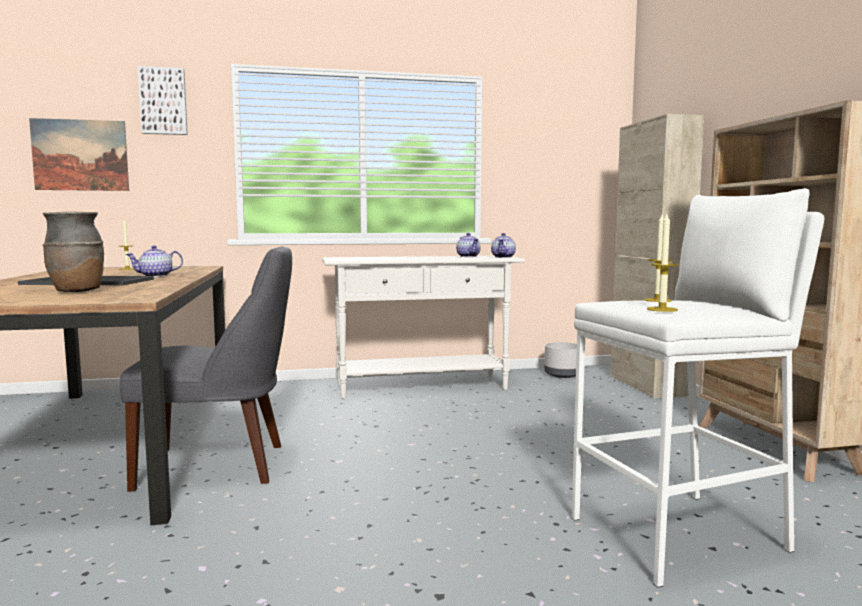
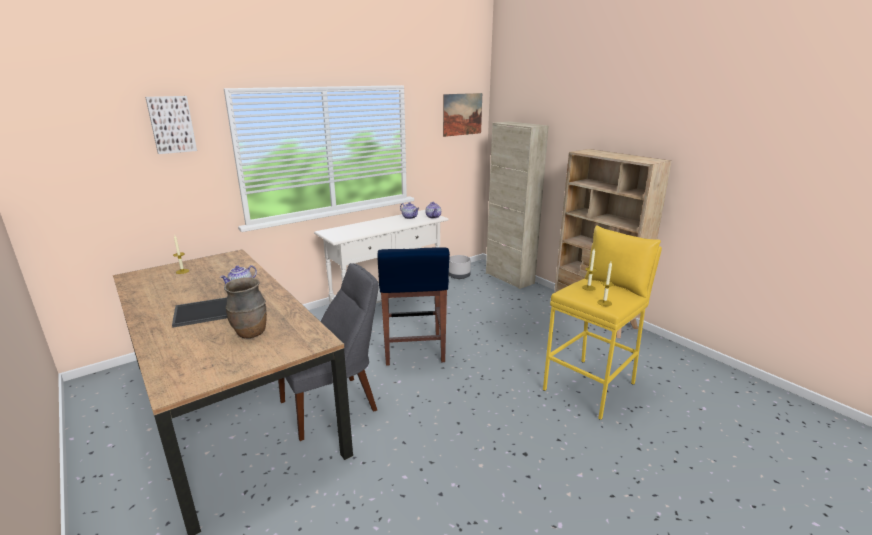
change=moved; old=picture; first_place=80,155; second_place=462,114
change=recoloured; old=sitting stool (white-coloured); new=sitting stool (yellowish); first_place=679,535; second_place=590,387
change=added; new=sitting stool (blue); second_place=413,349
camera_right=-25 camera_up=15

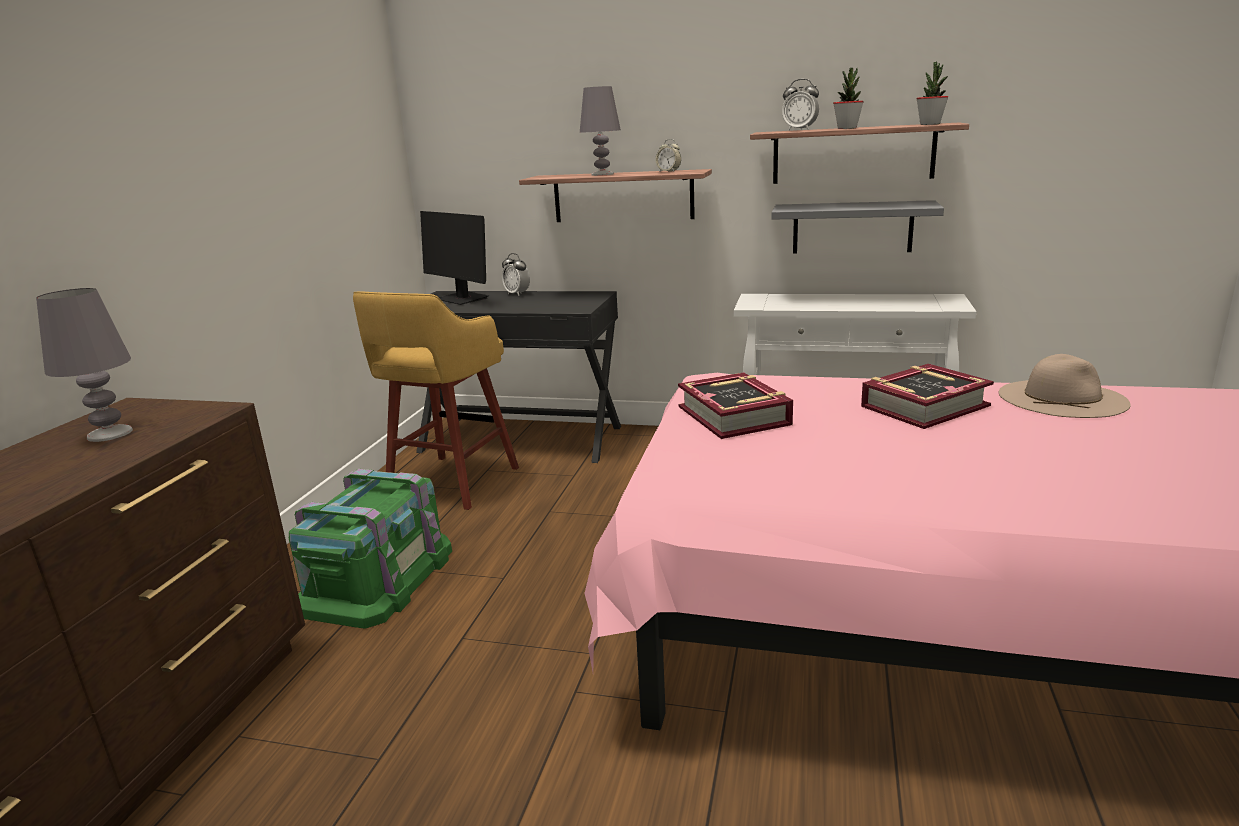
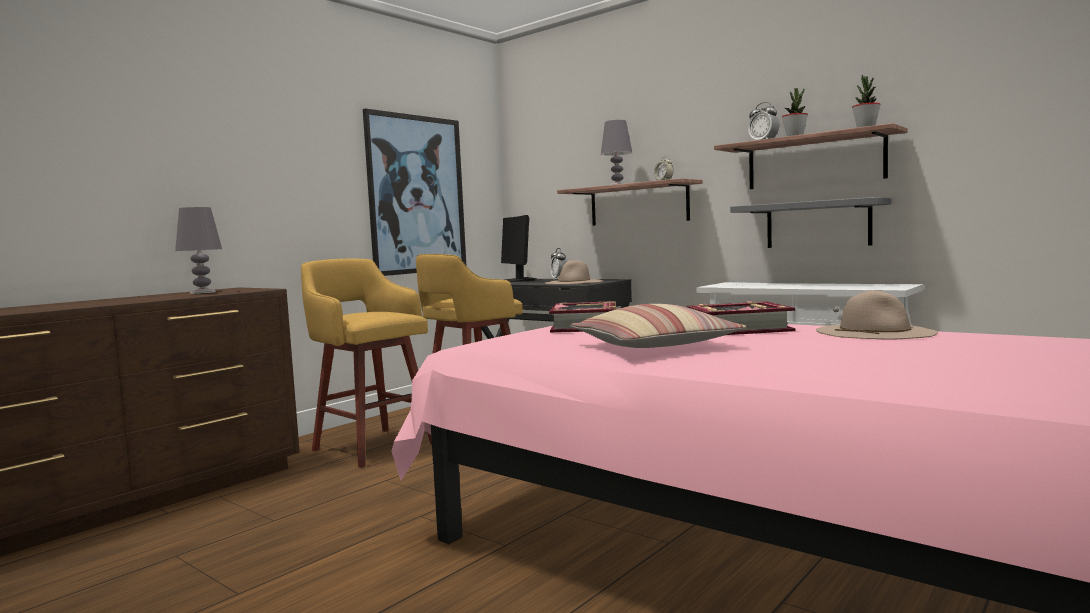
change=replaced; old=storage container (green); new=sitting stool (yellowish); first_place=377,578; second_place=372,446
change=added; new=picture; second_place=416,194
change=added; new=wearable hat (beige-coloured); second_place=574,282
change=added; new=cushion; second_place=654,346
camera_right=25 camera_up=-15

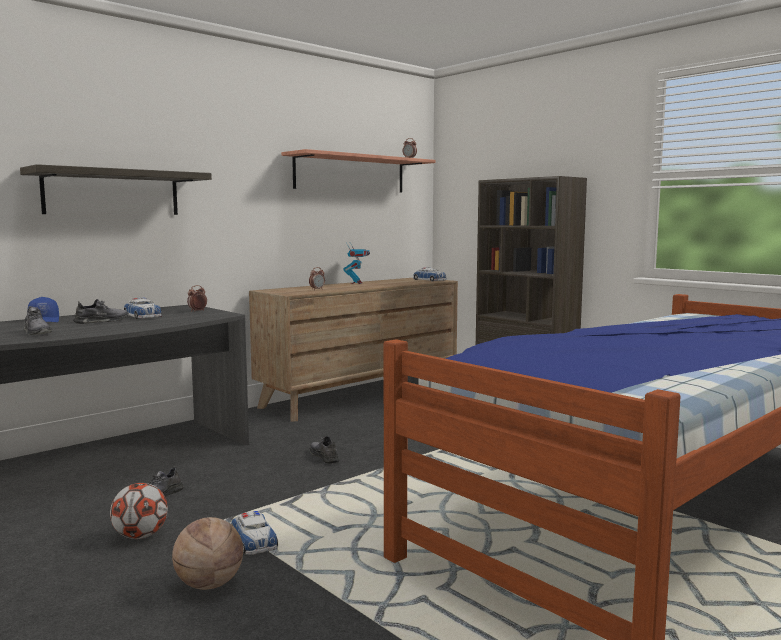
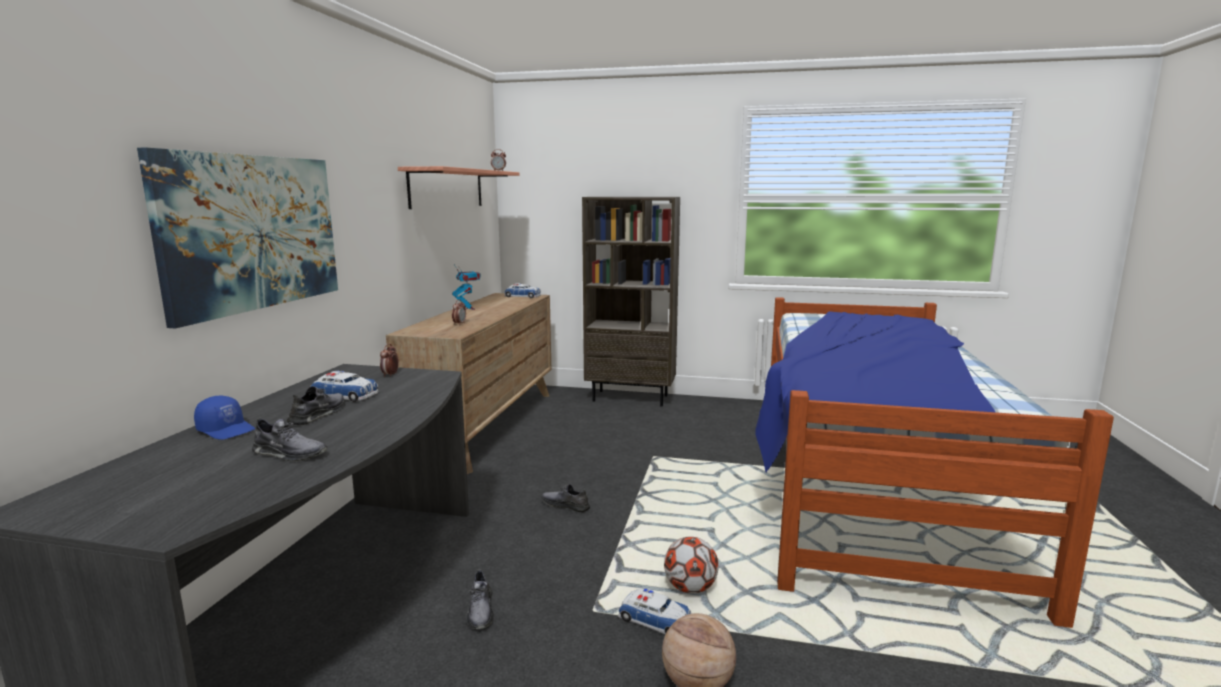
change=replaced; old=shelf; new=picture; first_place=112,193; second_place=252,232
change=moved; old=football ball; first_place=140,536; second_place=690,588
camera_right=-35 camera_up=5

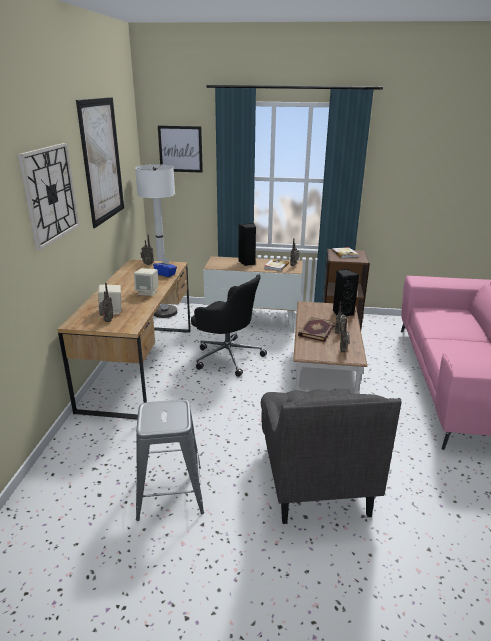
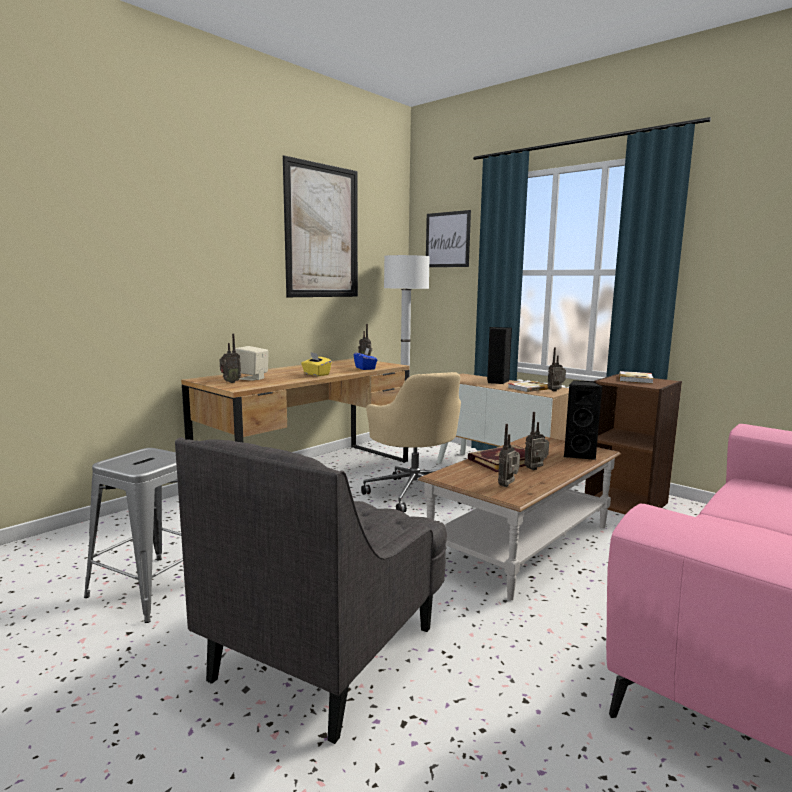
change=removed; old=clock on the wall; first_place=50,194
change=replaced; old=speaker (beige-coloured); new=tissue box (yellowish); first_place=147,292; second_place=316,374
change=recoloured; old=desk chair (black-coloured); new=desk chair (beige-coloured); first_place=227,356; second_place=414,492
camera_right=35 camera_up=-15

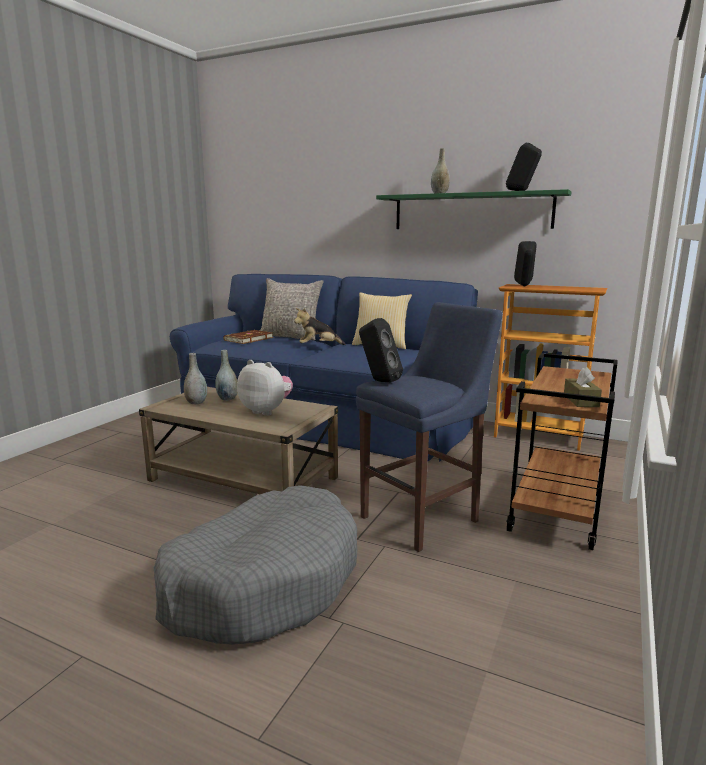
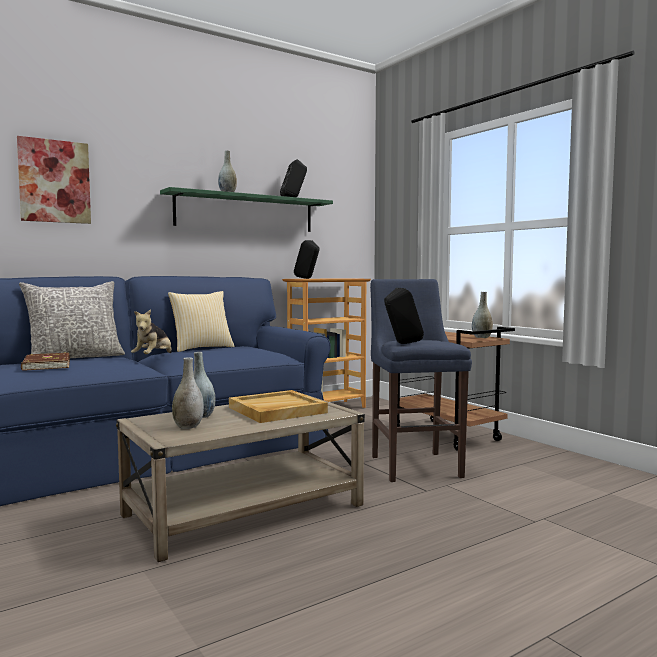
change=replaced; old=soft toy; new=serving tray (beige-coloured); first_place=266,411; second_place=277,410
change=replaced; old=tissue box (brown); new=vase (gray); first_place=580,401; second_place=481,337
change=removed; old=dog cushion (gray); first_place=263,581
change=added; new=picture; second_place=54,181
camera_right=-60 camera_up=-10

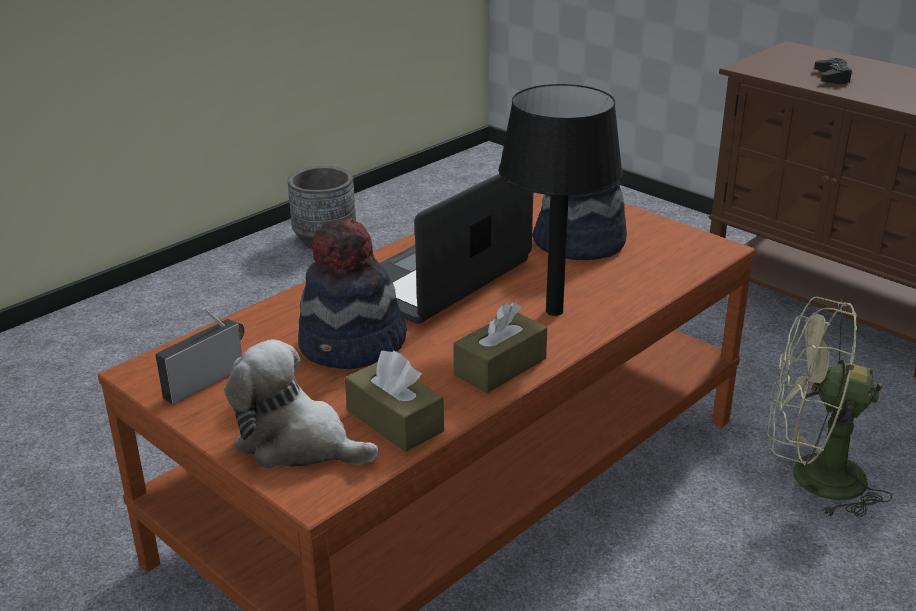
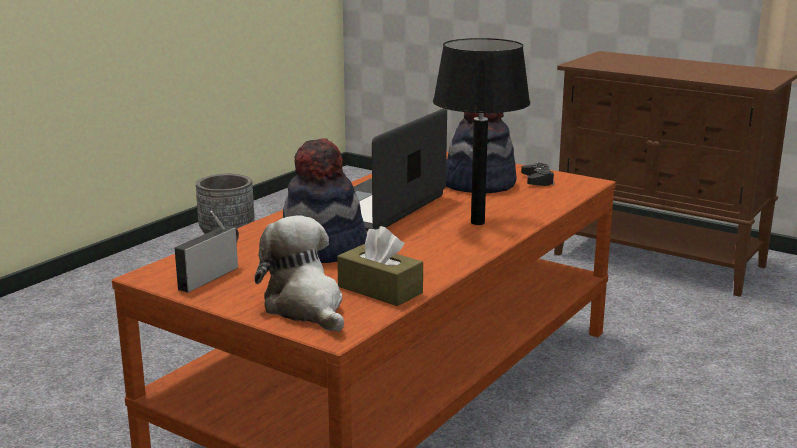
change=moved; old=gamepad (black-coloured); first_place=832,77; second_place=537,180
change=removed; old=fan (green); first_place=811,478
change=removed; old=tissue box (brown); first_place=500,367
change=turned; old=soft toy; first_place=298,443; second_place=306,307; degrees=45
camera_right=-10 camera_up=-10

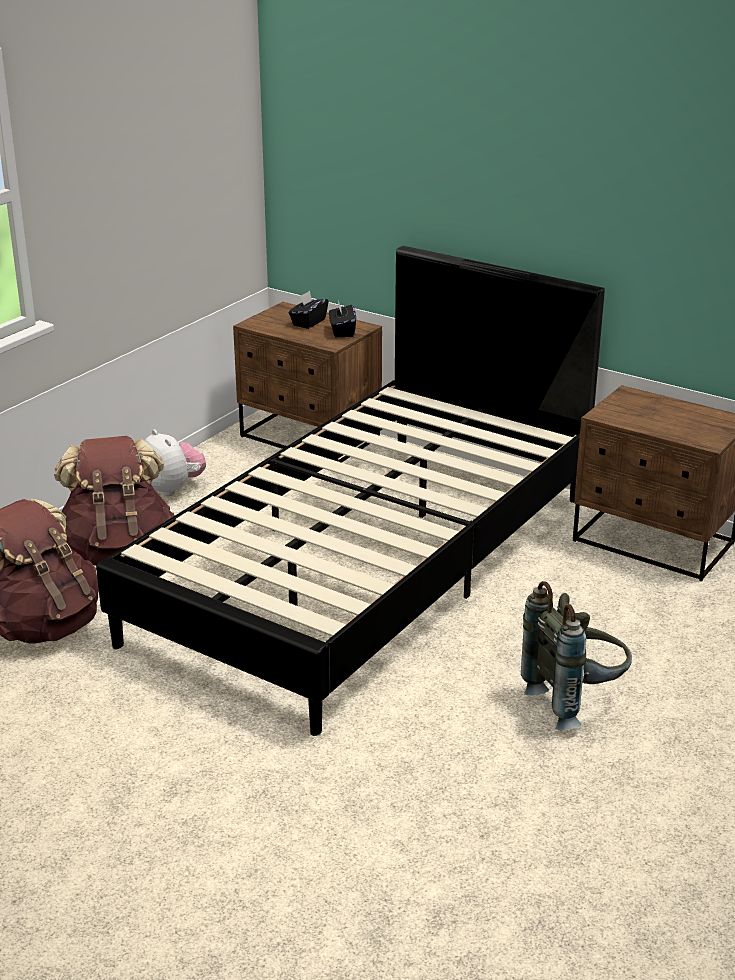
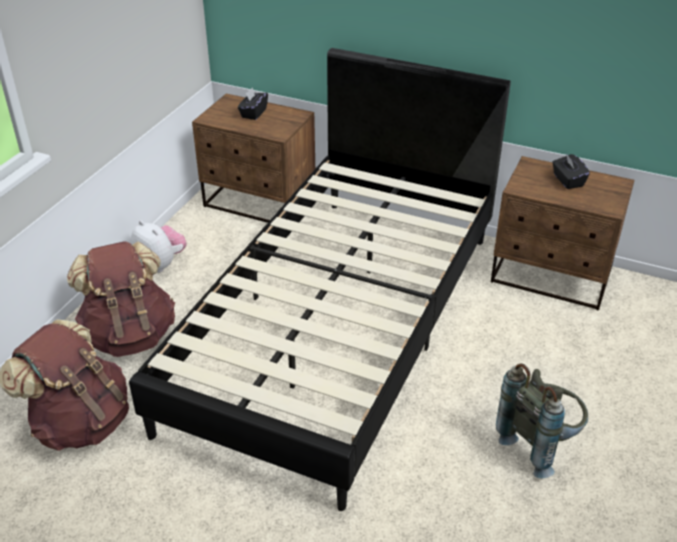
change=moved; old=tissue box (black-coloured); first_place=342,331; second_place=567,181
camera_right=-10 camera_up=10

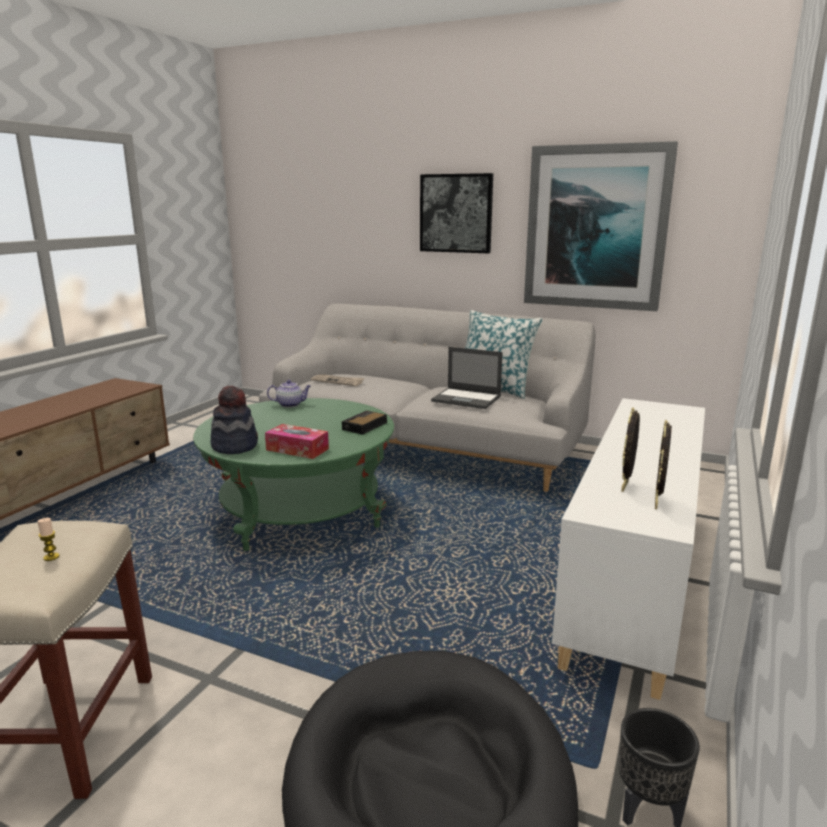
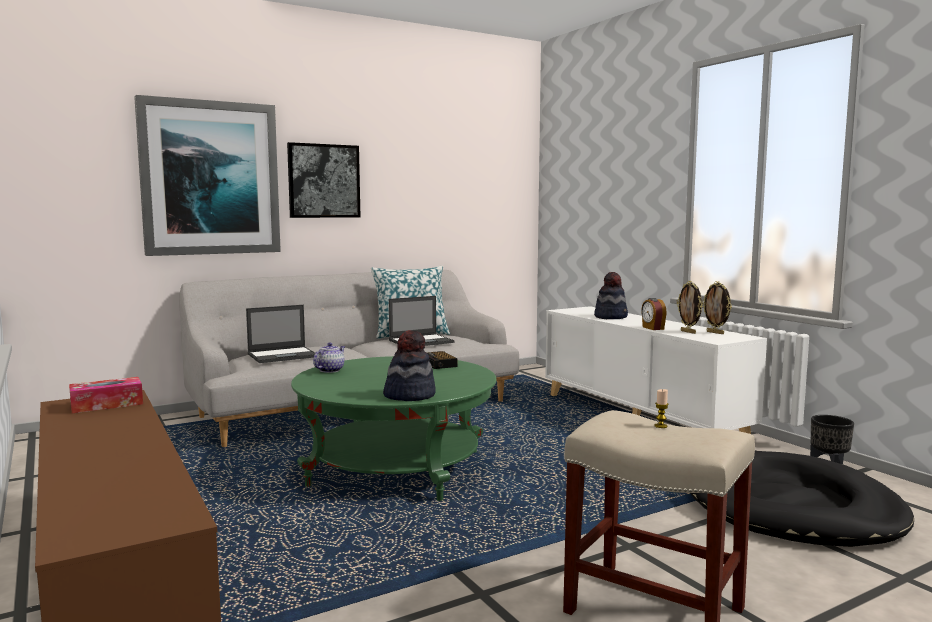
change=moved; old=picture; first_place=596,228; second_place=210,178
change=replaced; old=printed paper; new=notebook computer; first_place=338,381; second_place=283,355
change=moved; old=tissue box; first_place=297,449; second_place=107,404
change=added; new=wearable hat; second_place=611,317
change=added; new=table clock; second_place=652,328
camera_right=-55 camera_up=-10

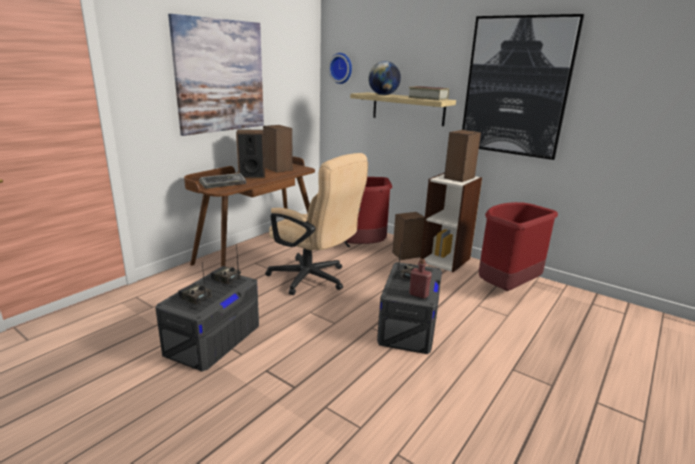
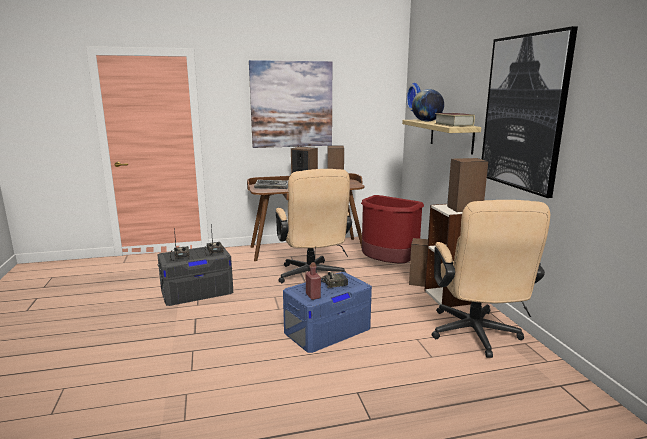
change=replaced; old=trash can (reddish); new=desk chair (beige-coloured); first_place=506,287; second_place=476,336
change=recoloured; old=storage container (gray); new=storage container (blue); first_place=408,326; second_place=327,330
camera_right=40 camera_up=-5

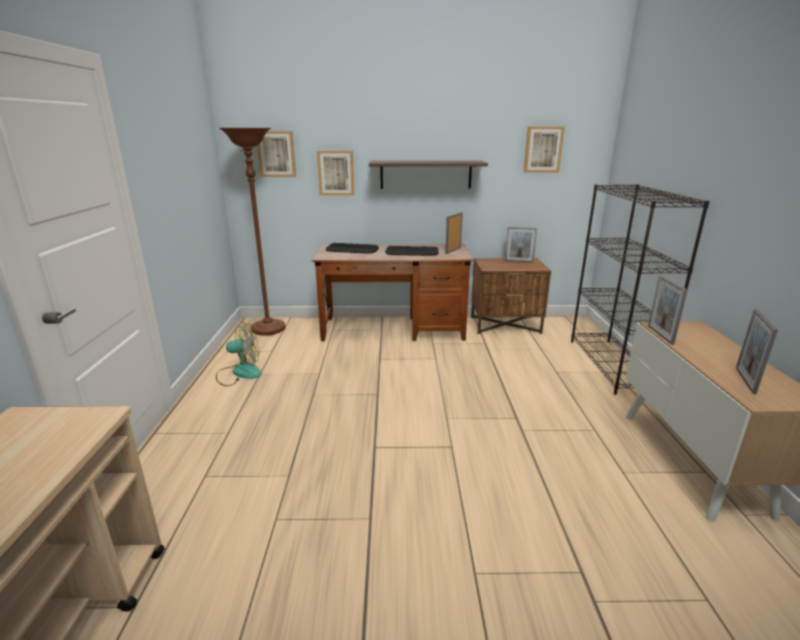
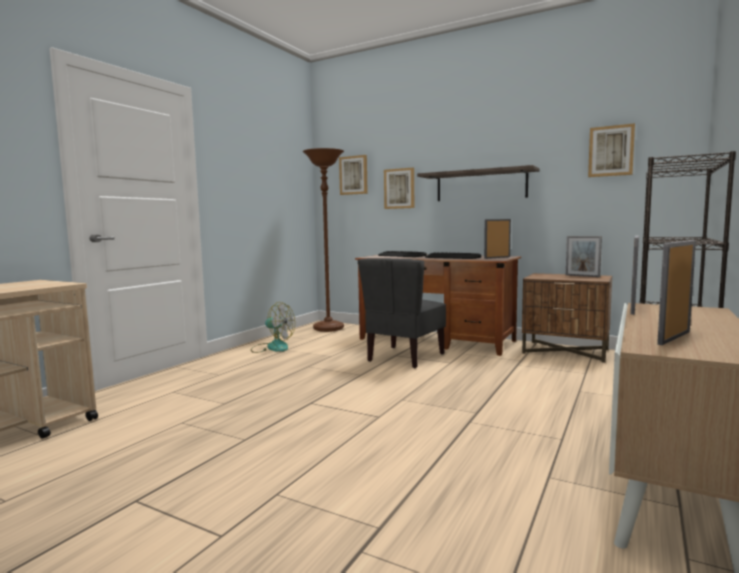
change=added; new=plain chair (gray); second_place=404,357
camera_right=30 camera_up=-15

